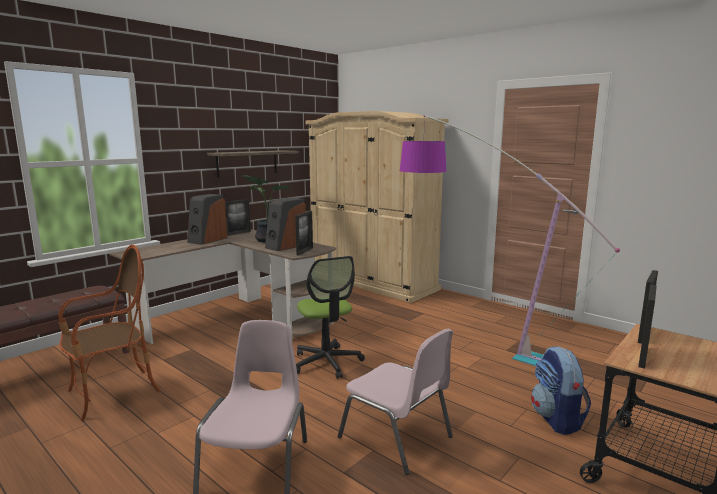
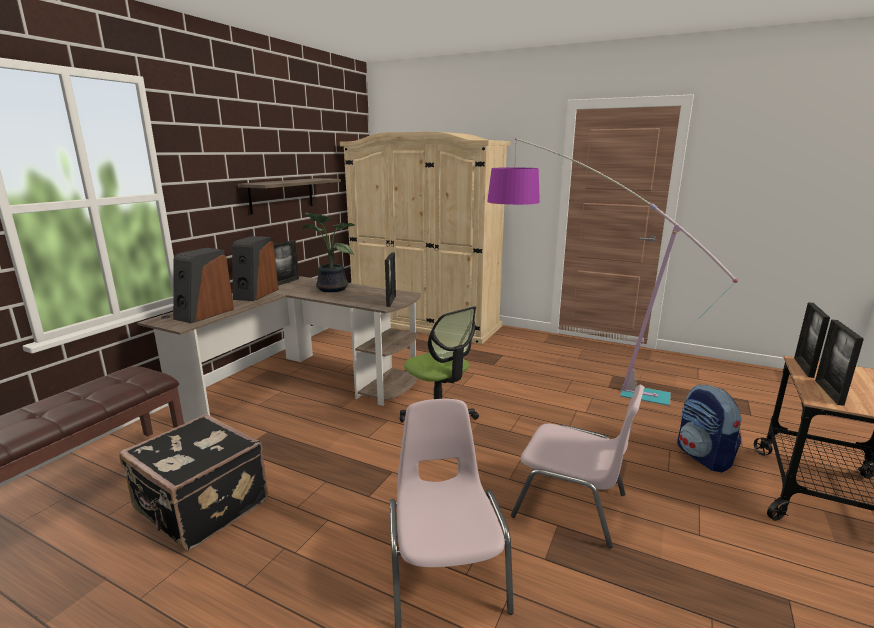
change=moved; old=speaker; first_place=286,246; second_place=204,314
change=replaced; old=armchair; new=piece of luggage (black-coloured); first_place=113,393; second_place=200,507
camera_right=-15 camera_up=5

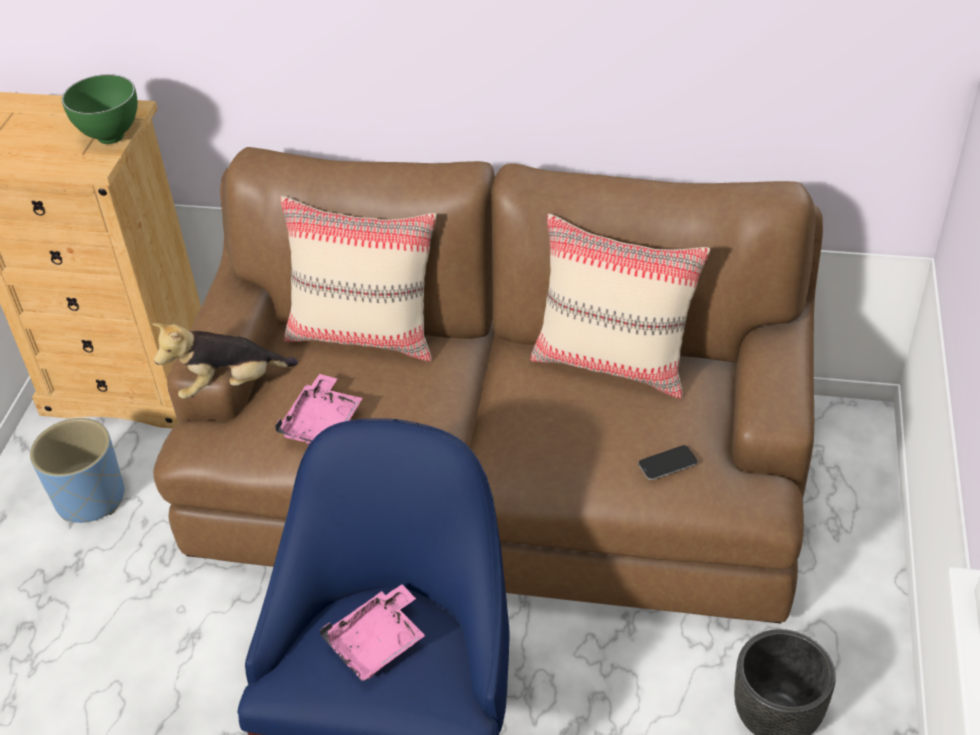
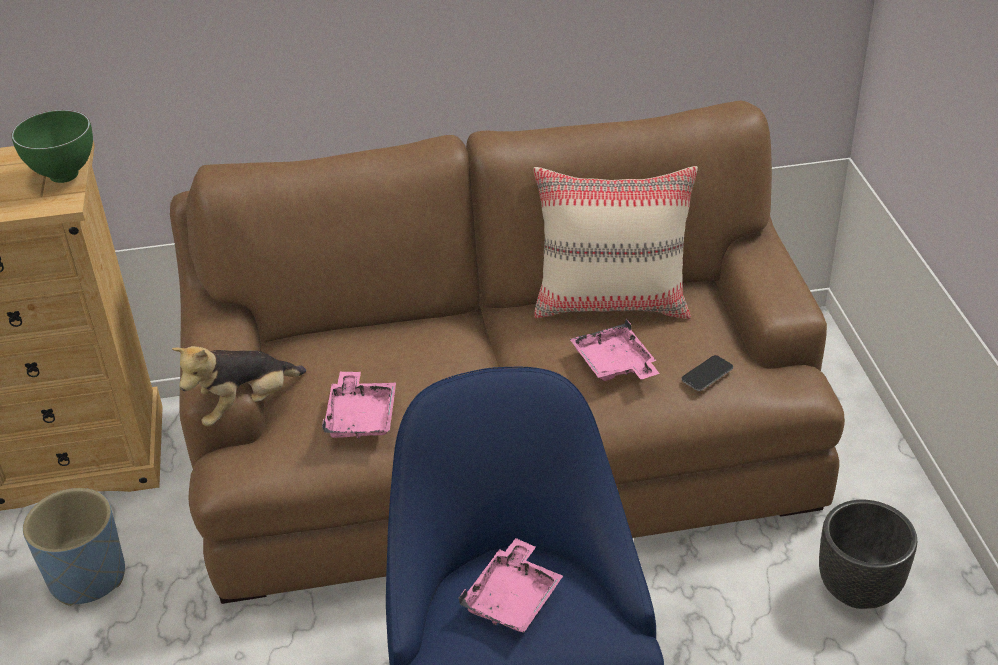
change=removed; old=cushion (beige-coloured); first_place=365,334
change=added; new=serving tray (pinkish); second_place=614,365
camera_right=-20 camera_up=-5

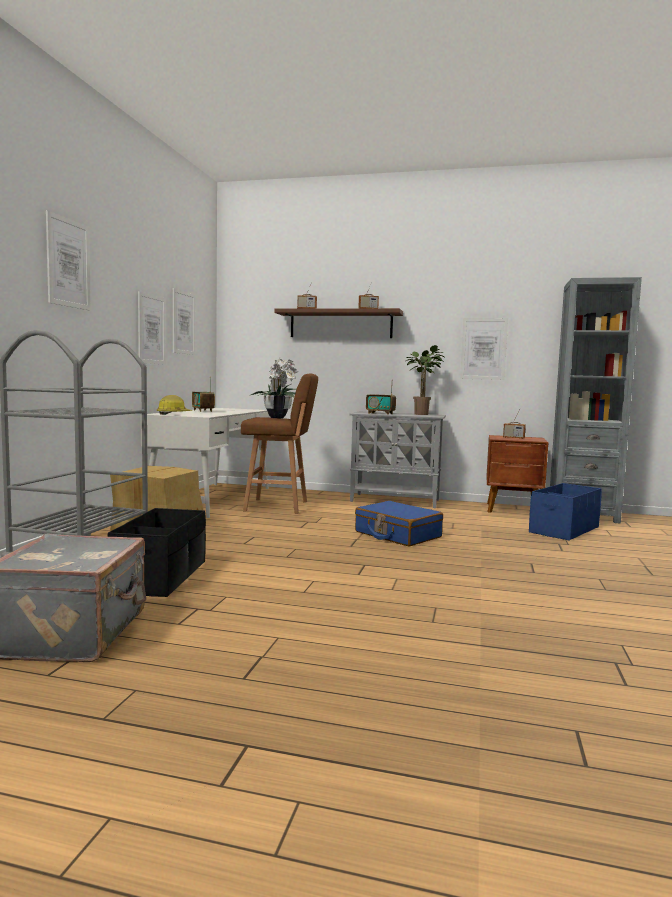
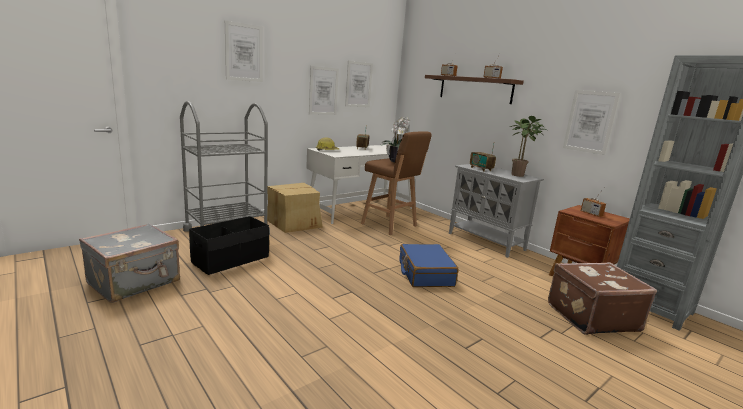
change=replaced; old=storage container (blue); new=piece of luggage (brown); first_place=563,530; second_place=590,316
camera_right=35 camera_up=10

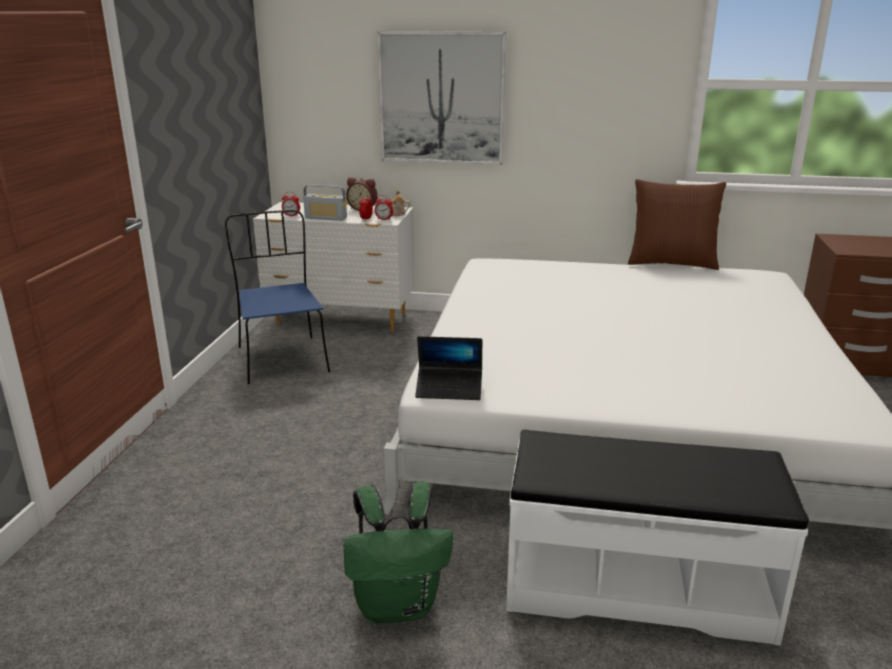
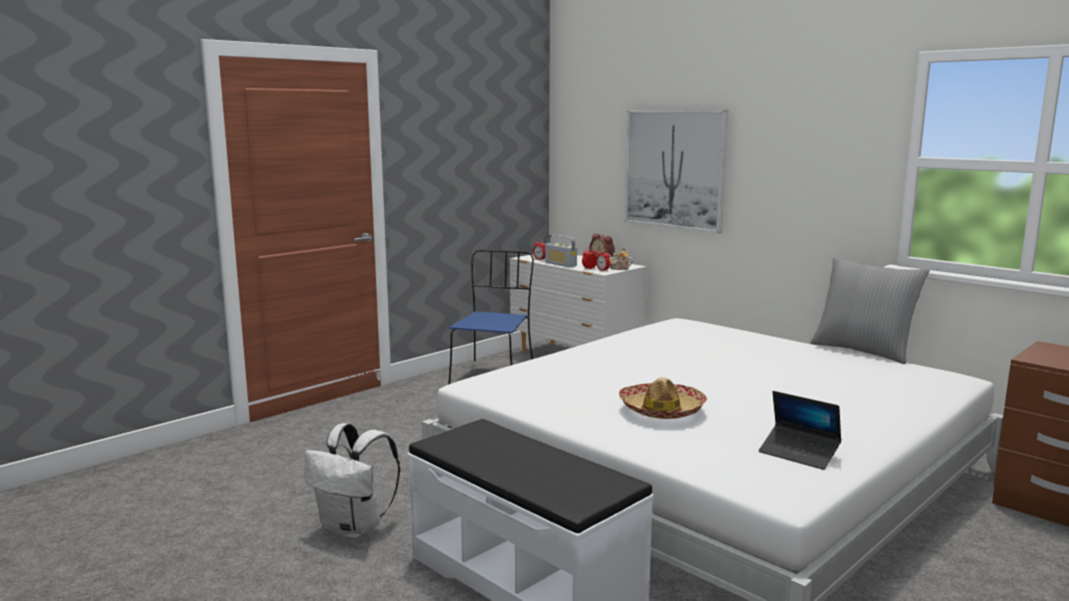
change=recoloured; old=cushion (brown); new=cushion (gray); first_place=671,263; second_place=863,351
change=moved; old=notebook computer; first_place=449,389; second_place=799,454
change=recoloured; old=knapsack (green); new=knapsack (white-coloured); first_place=398,605; second_place=354,528
change=added; new=wearable hat; second_place=662,410
camera_right=35 camera_up=-10

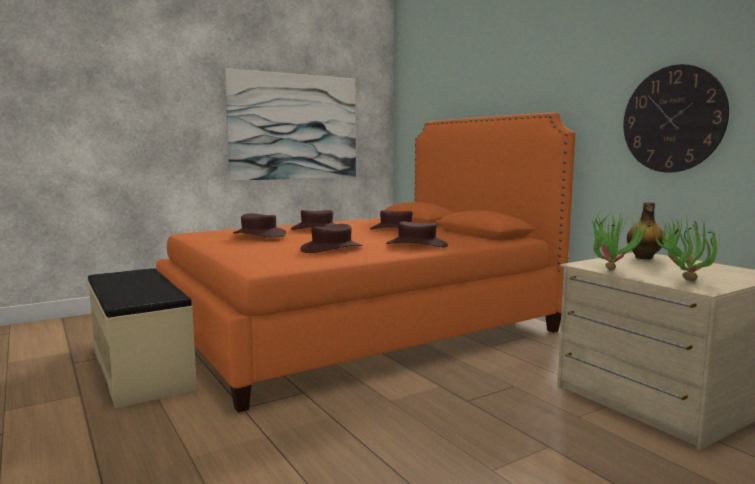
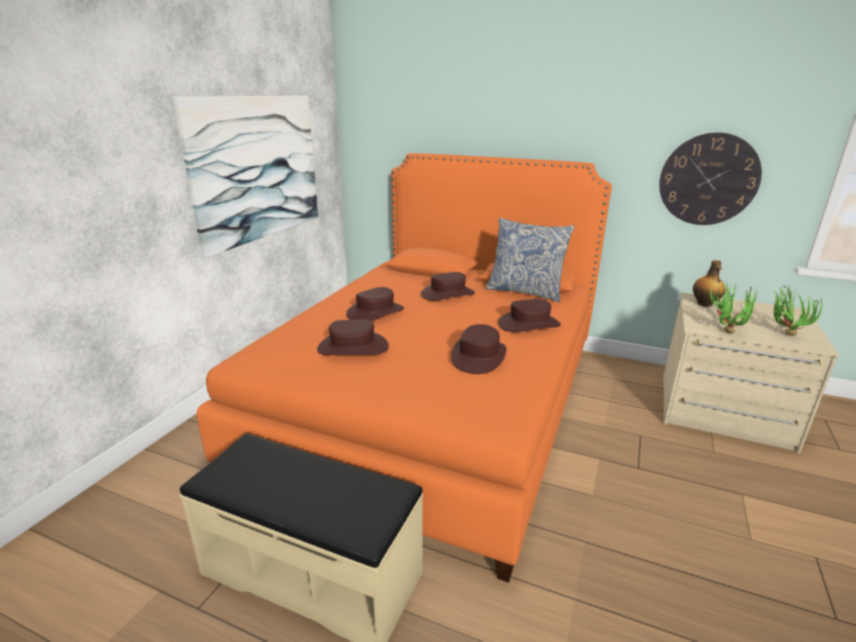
change=added; new=cushion; second_place=525,291
camera_right=-35 camera_up=15

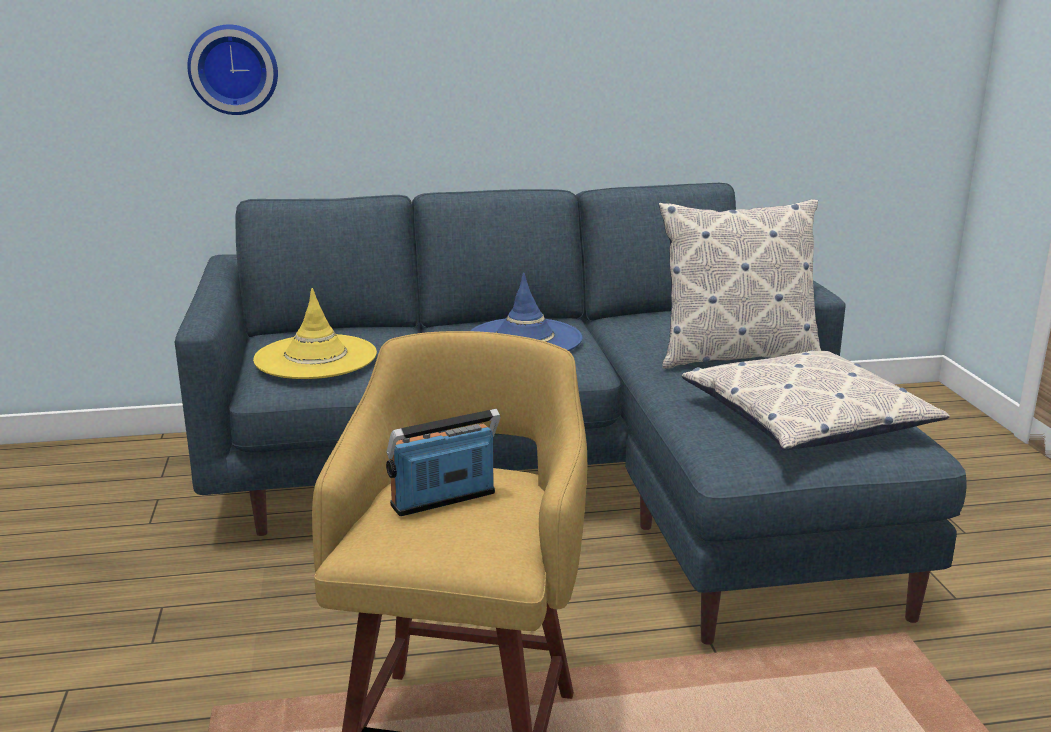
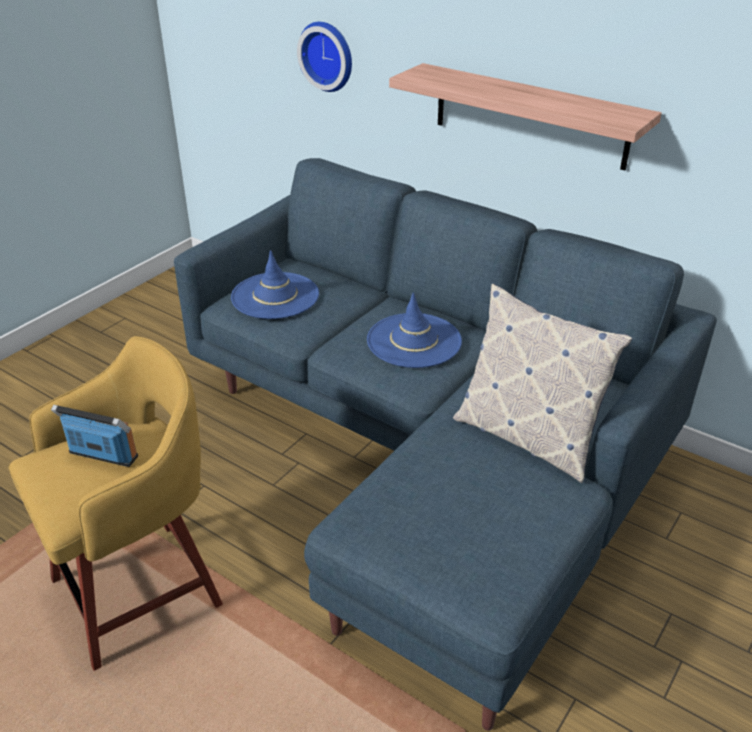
change=recoloured; old=wearable hat (yellowish); new=wearable hat (blue); first_place=316,357; second_place=275,296
change=removed; old=cushion; first_place=806,418
change=added; new=shelf; second_place=530,116
camera_right=45 camera_up=15

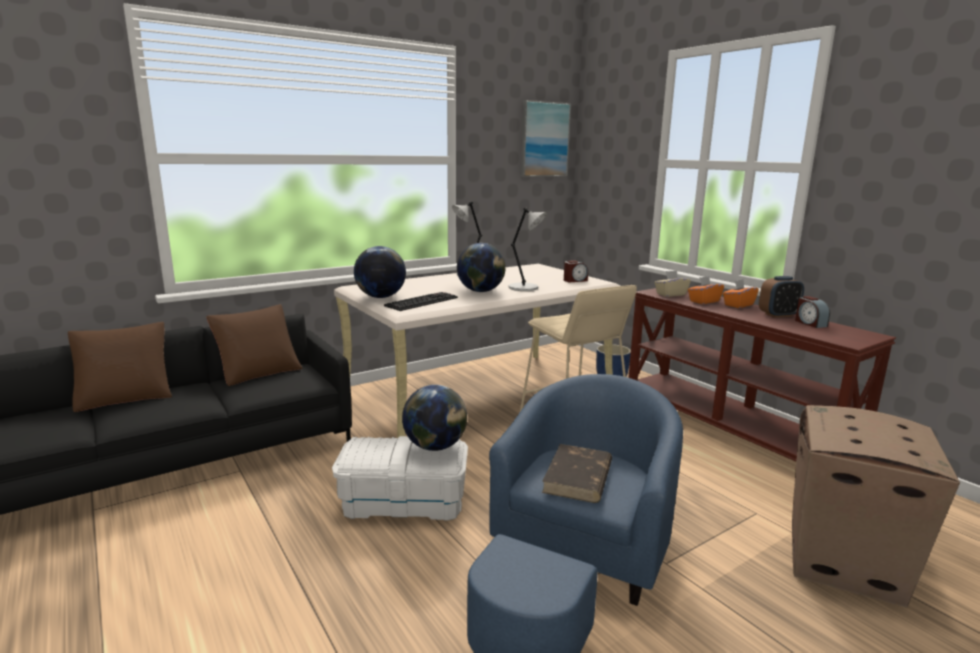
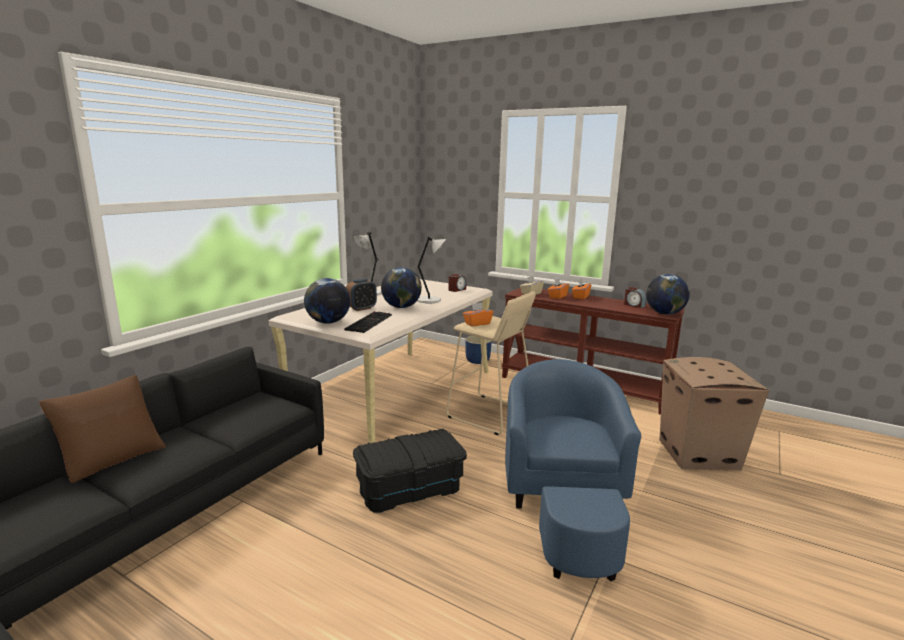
change=removed; old=picture; first_place=544,139
change=moved; old=table clock; first_place=778,315; second_place=361,308
change=removed; old=cushion (brown); first_place=258,371
change=moved; old=desk globe; first_place=435,446; second_place=664,313
change=recoloured; old=storage container (white-coloured); new=storage container (black-coloured); first_place=404,501; second_place=410,488
change=removed; old=book (brown); first_place=578,477
change=added; new=tissue box (orangey); second_place=477,323
camera_right=-25 camera_up=0

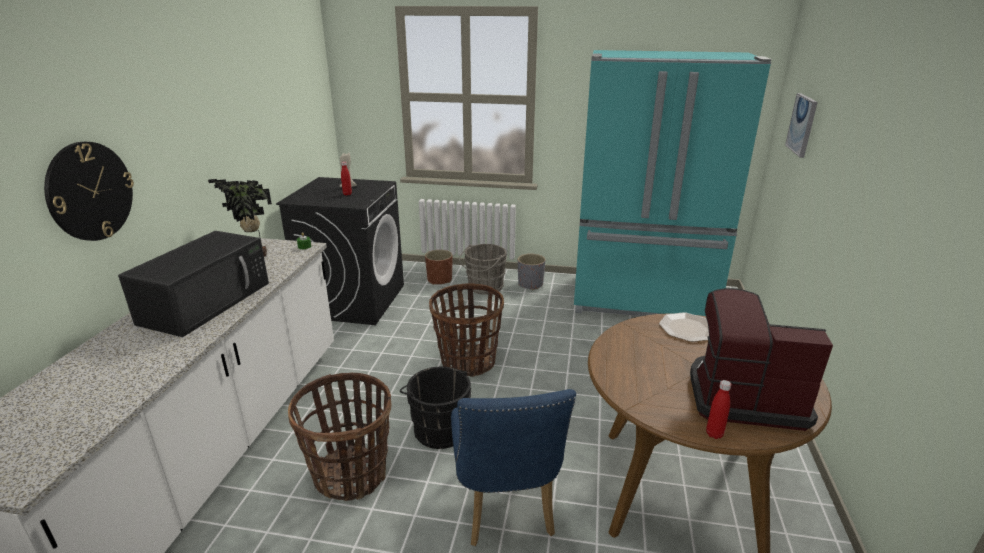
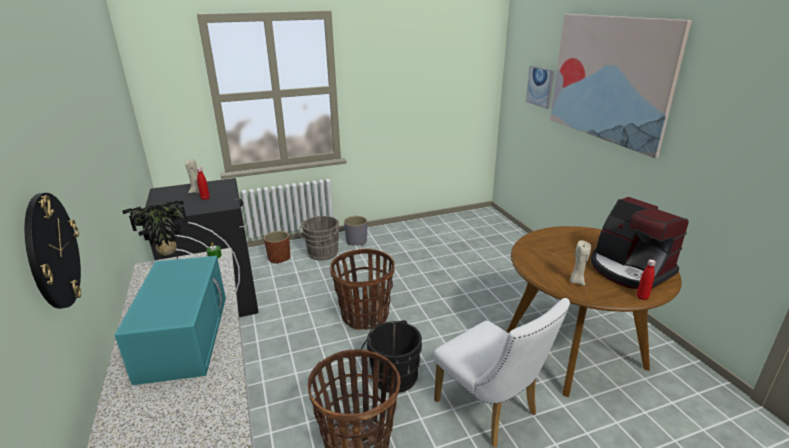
change=removed; old=refrigerator (turquoise); first_place=643,300
change=recoloured; old=microwave (black-coloured); new=microwave (turquoise); first_place=207,302; second_place=184,335
change=turned; old=coffee brewer; first_place=743,396; second_place=629,269; degrees=-105
change=removed; old=flat dish; first_place=688,328
change=recoloured; old=plain chair (blue); new=plain chair (white-coloured); first_place=505,509; second_place=491,411
change=added; new=picture; second_place=609,79
change=added; new=candle (beige-coloured); second_place=576,281
camera_right=-30 camera_up=0

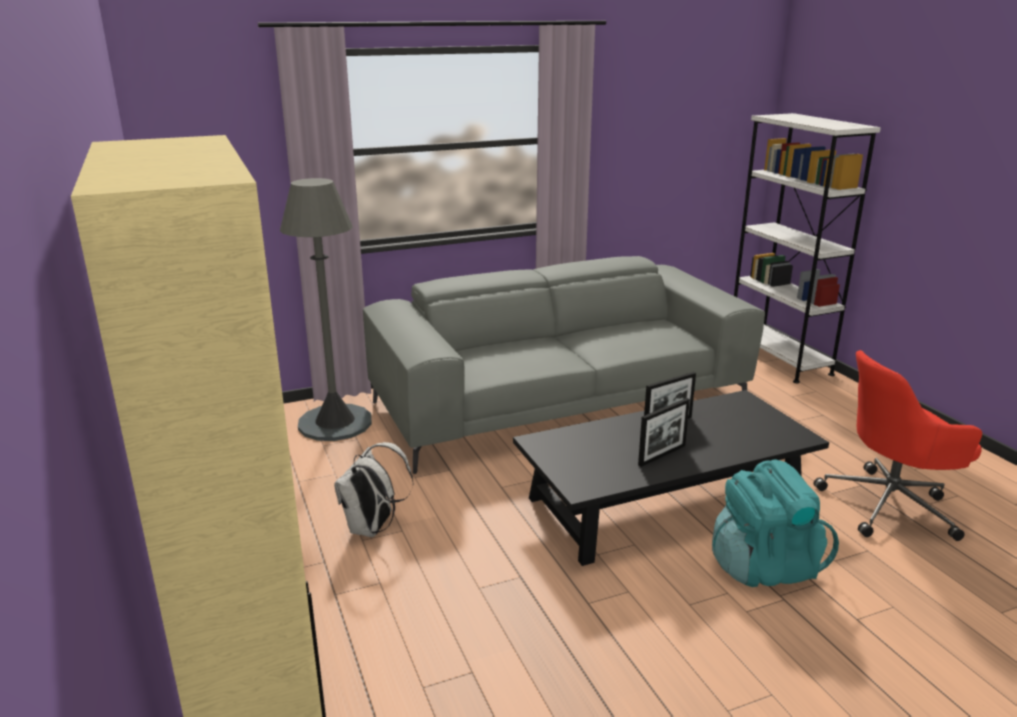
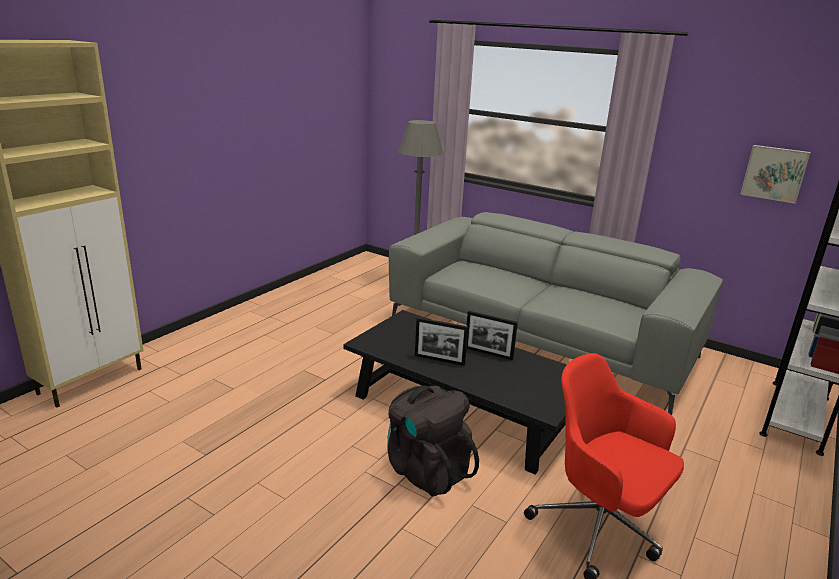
change=removed; old=knapsack (white-coloured); first_place=373,528
change=recoloured; old=knapsack (turquoise); new=knapsack (black-coloured); first_place=764,567; second_place=426,469
change=added; new=picture; second_place=774,173
camera_right=55 camera_up=0

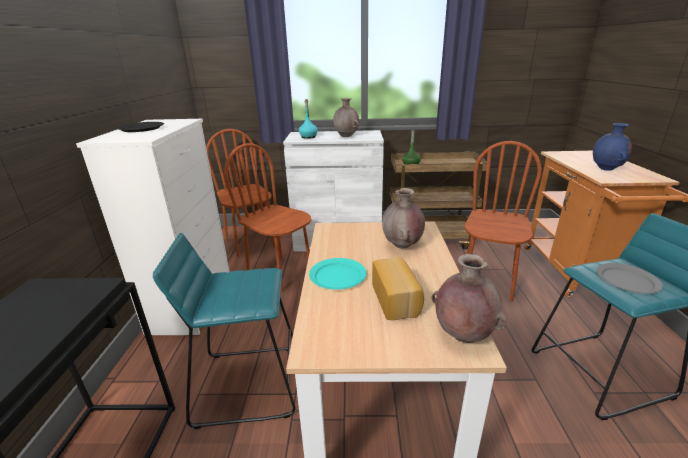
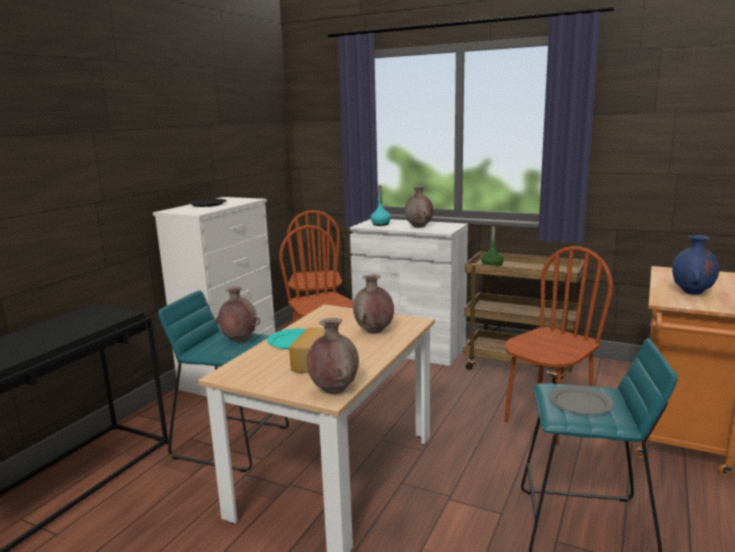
change=added; new=vase (brown); second_place=239,339
camera_right=25 camera_up=-10

